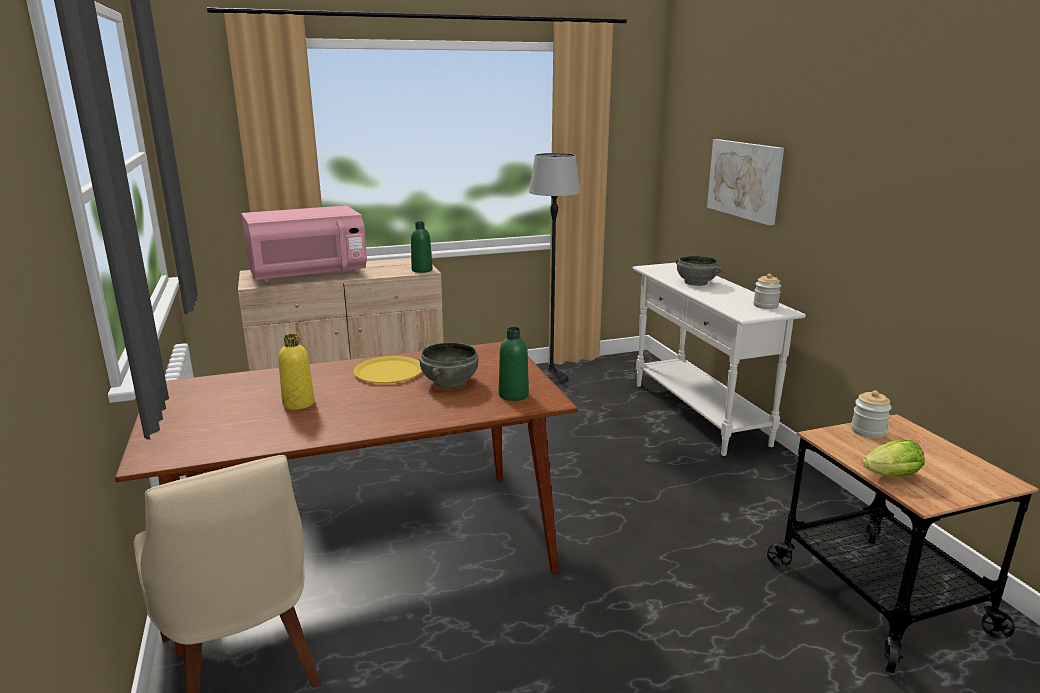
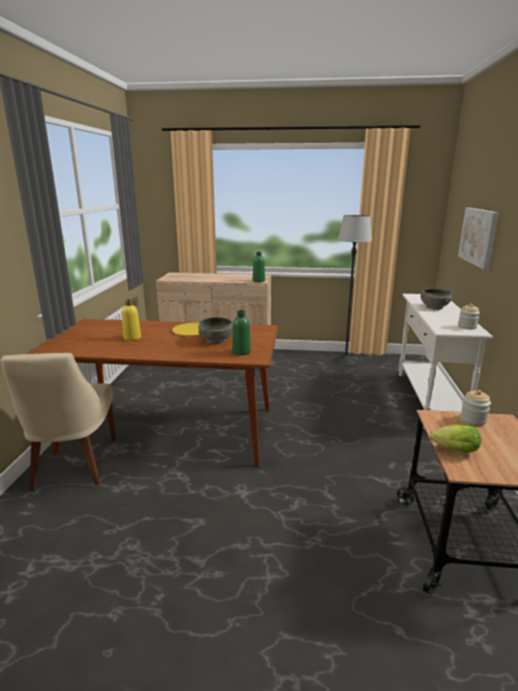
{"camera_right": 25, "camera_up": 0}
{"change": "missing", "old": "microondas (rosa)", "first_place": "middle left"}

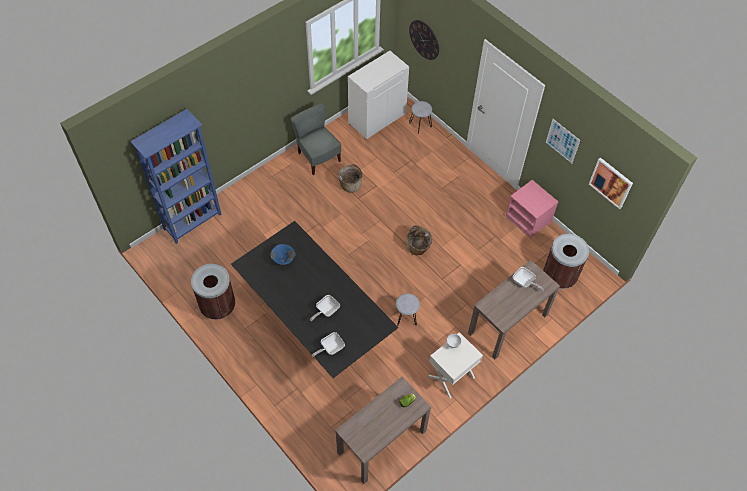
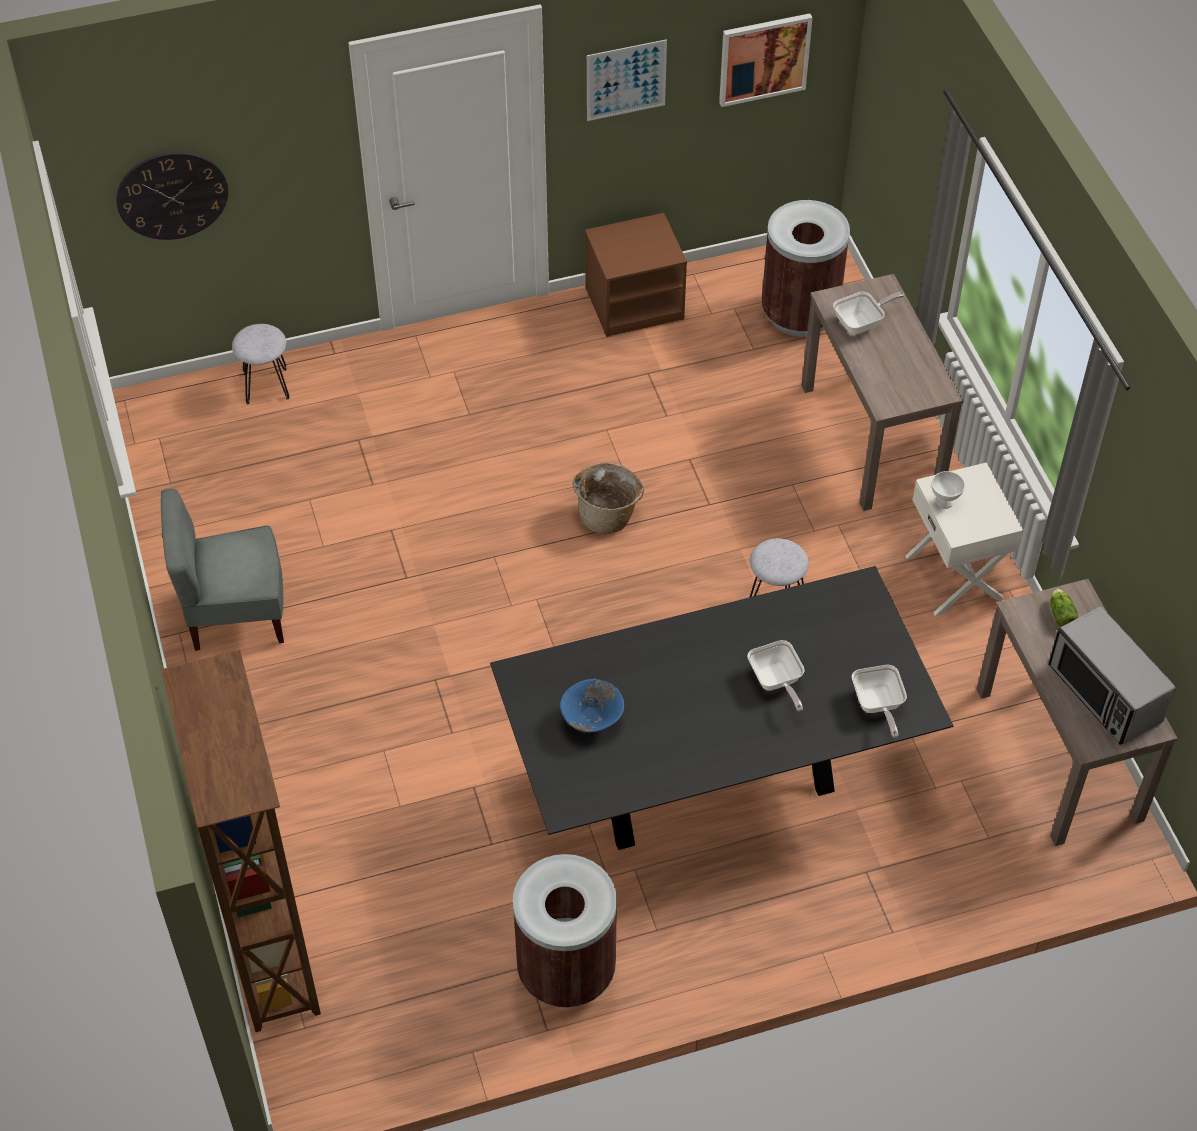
{"camera_right": -65, "camera_up": -5}
{"change": "colour", "old": "estantería (azul)", "new": "estantería (marrón)", "first_place": "middle left", "second_place": "bottom left"}
{"change": "missing", "old": "cesta (no. 1 from left)", "first_place": "centre"}
{"change": "missing", "old": "armario (blanco)", "first_place": "top centre"}
{"change": "colour", "old": "mesita de noche (rosa)", "new": "mesita de noche (marrón)", "first_place": "middle right", "second_place": "top centre"}
{"change": "appeared", "new": "microondas", "second_place": "middle right"}

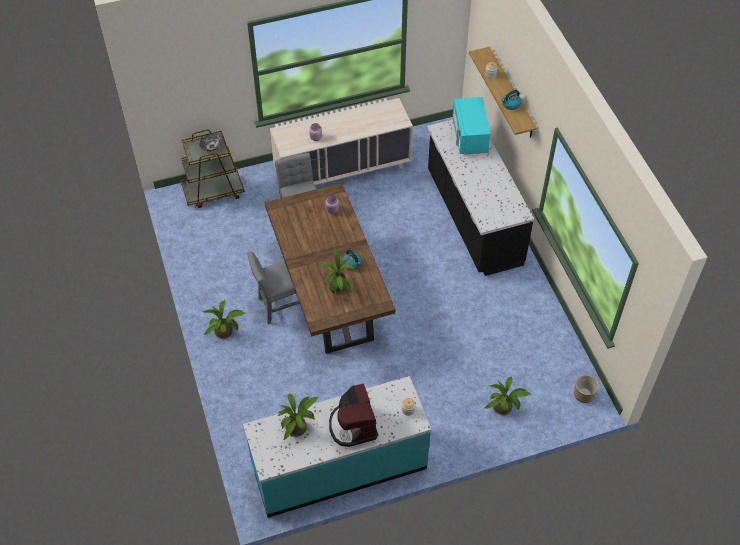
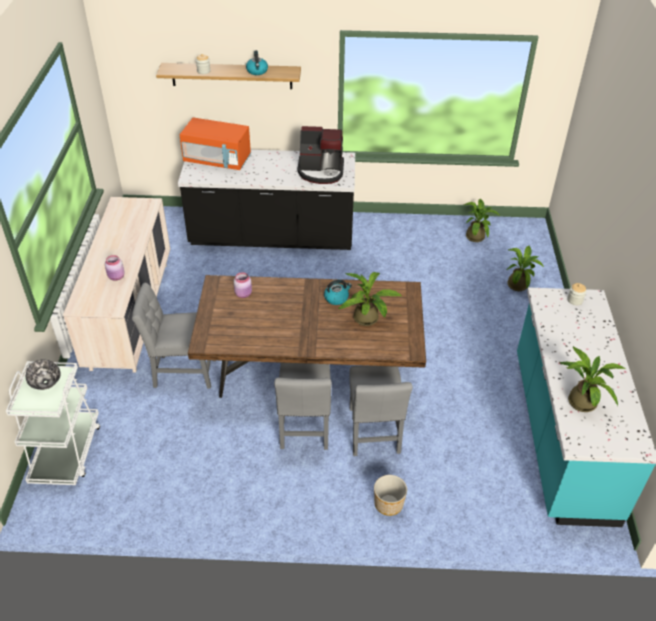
{"camera_right": -70, "camera_up": -10}
{"change": "colour", "old": "carrito (marrón)", "new": "carrito (blanco)", "first_place": "top left", "second_place": "bottom left"}
{"change": "relocated", "old": "planta en maceta (no. 1 from left in the first image)", "new": "planta en maceta (no. 2 from left)", "first_place": "middle left", "second_place": "middle right"}
{"change": "relocated", "old": "cafetera", "first_place": "bottom centre", "second_place": "top centre"}
{"change": "colour", "old": "microondas (turquesa)", "new": "microondas (naranja)", "first_place": "top centre", "second_place": "top left"}
{"change": "relocated", "old": "maceta", "first_place": "bottom right", "second_place": "bottom centre"}
{"change": "appeared", "new": "silla (gris) (no. 3 from left)", "second_place": "centre"}

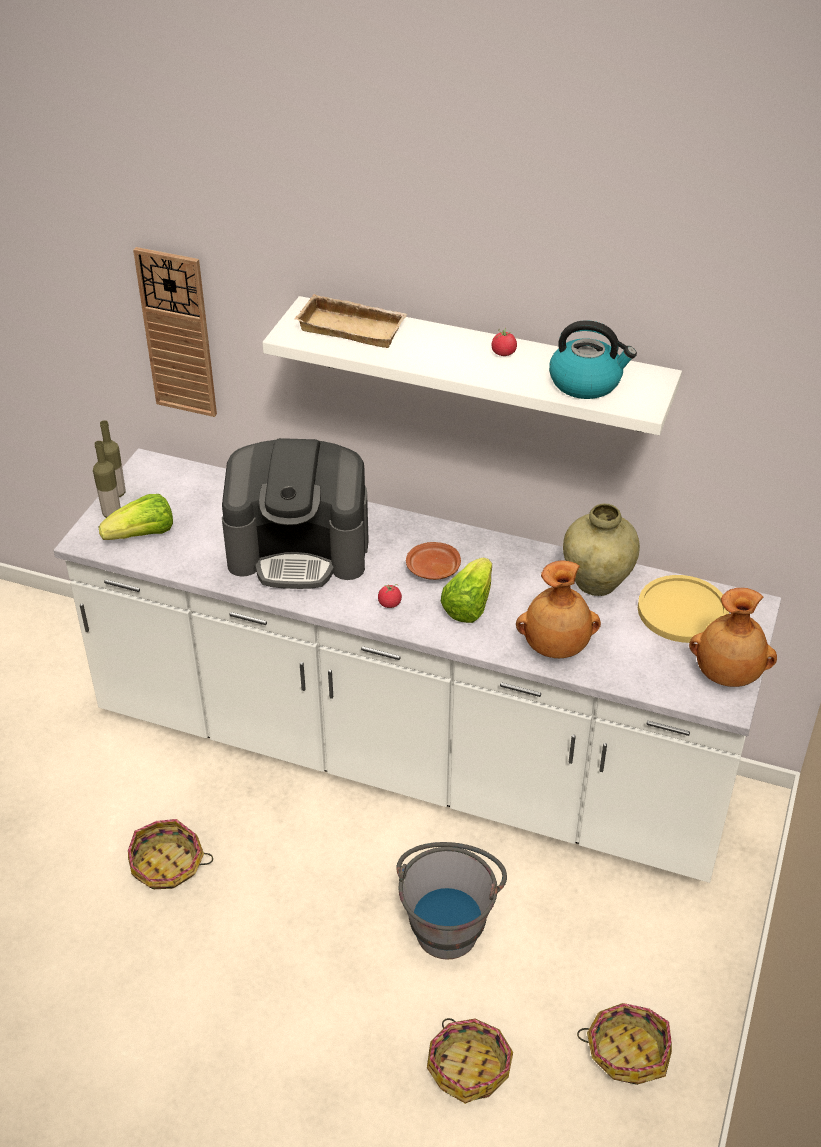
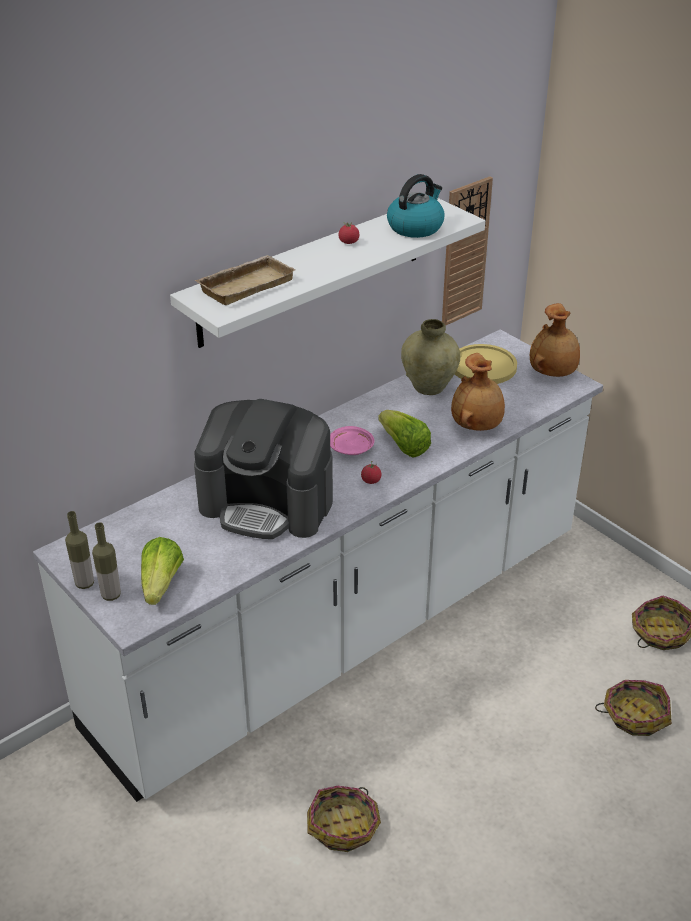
{"camera_right": -60, "camera_up": -5}
{"change": "relocated", "old": "reloj de pared", "first_place": "top left", "second_place": "top right"}
{"change": "spun", "old": "cafetera", "first_place": "centre", "second_place": "centre", "degrees": 75}
{"change": "missing", "old": "cubo (gris)", "first_place": "bottom centre"}
{"change": "colour", "old": "plato (marrón)", "new": "plato (rosa)", "first_place": "centre", "second_place": "centre"}

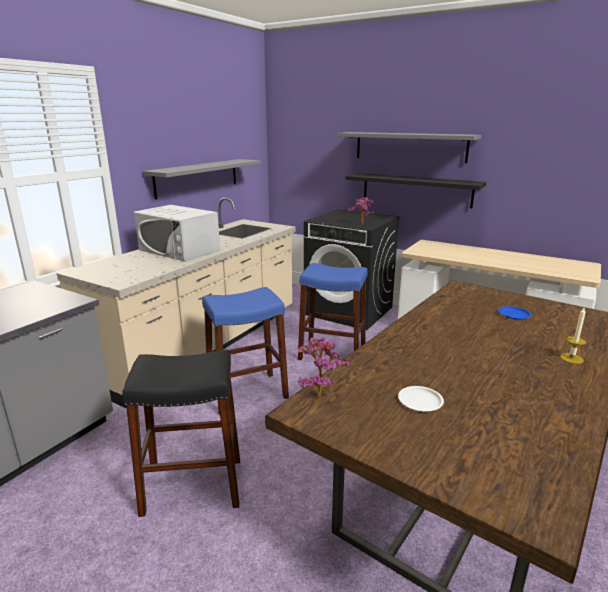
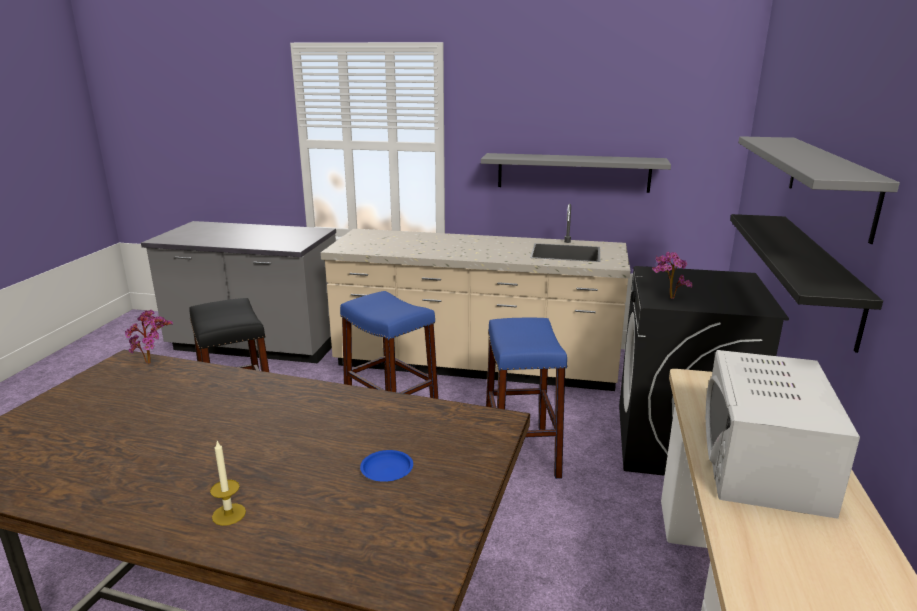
{"camera_right": 70, "camera_up": 0}
{"change": "relocated", "old": "microondas (blanco)", "first_place": "middle left", "second_place": "bottom right"}
{"change": "missing", "old": "plato (blanco)", "first_place": "bottom right"}

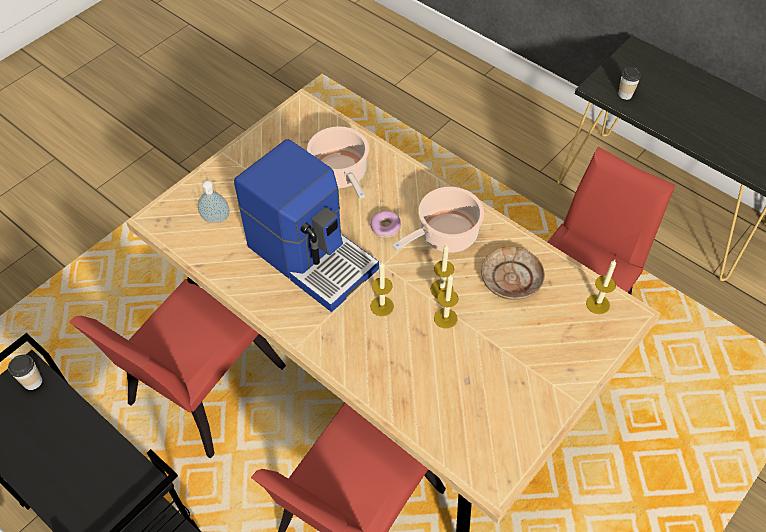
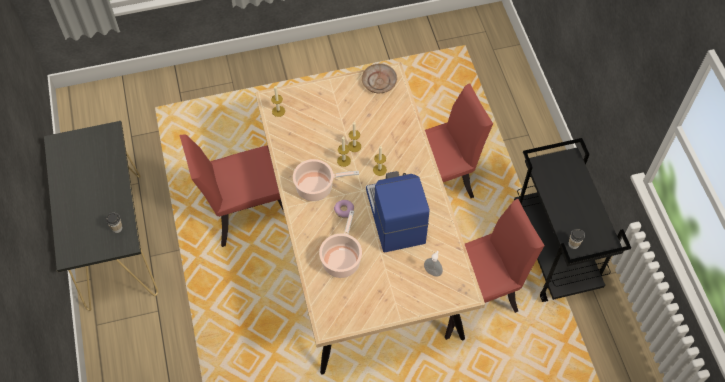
{"camera_right": -145, "camera_up": 5}
{"change": "relocated", "old": "plato (beis)", "first_place": "middle right", "second_place": "top centre"}

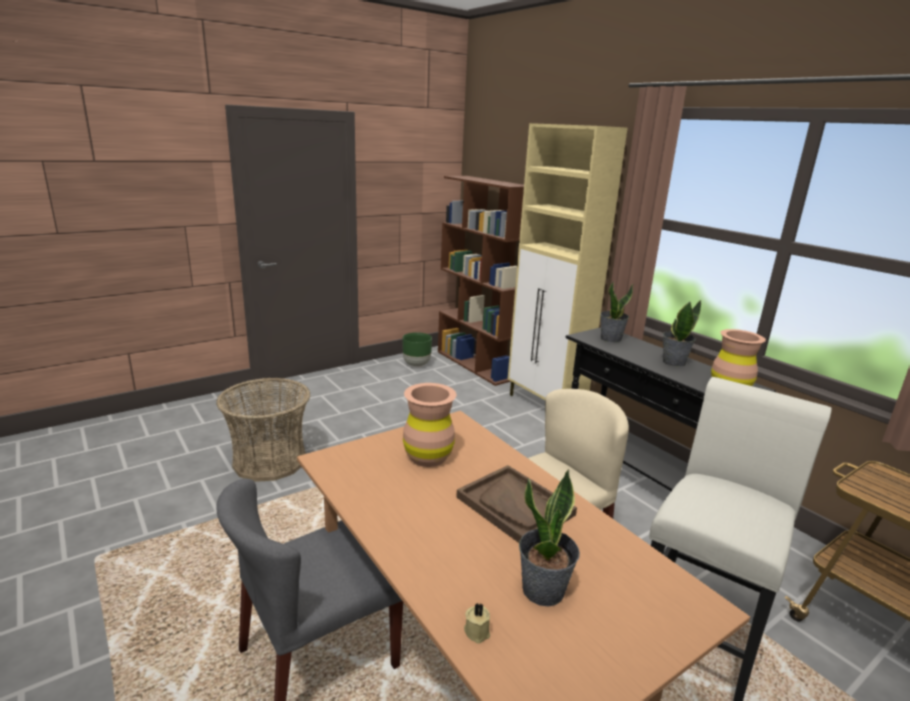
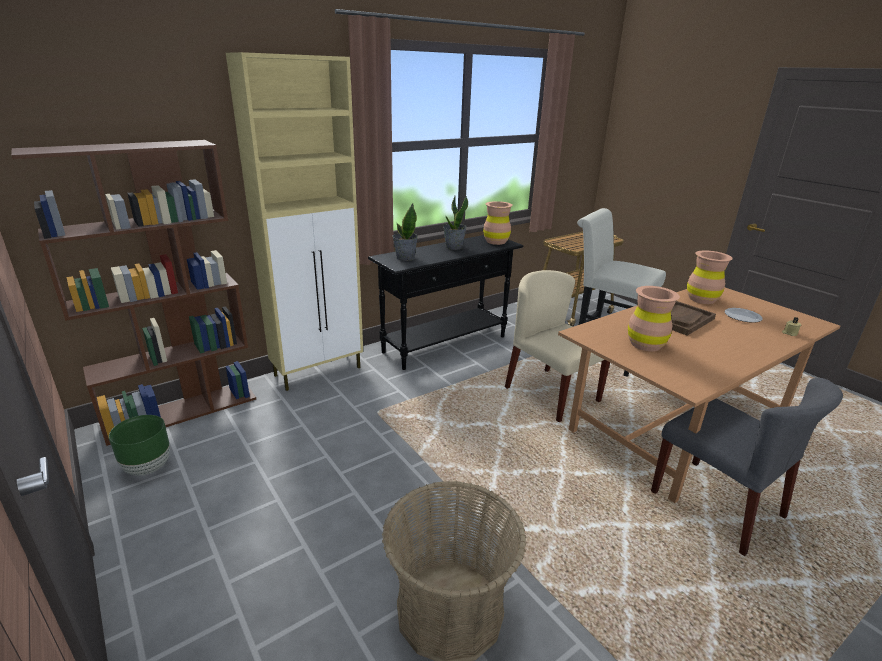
{"camera_right": -90, "camera_up": 5}
{"change": "exchanged", "old": "planta en maceta (no. 1 from left)", "new": "plato", "first_place": "bottom centre", "second_place": "middle right"}
{"change": "appeared", "new": "florero (marrón) (no. 3 from left)", "second_place": "middle right"}

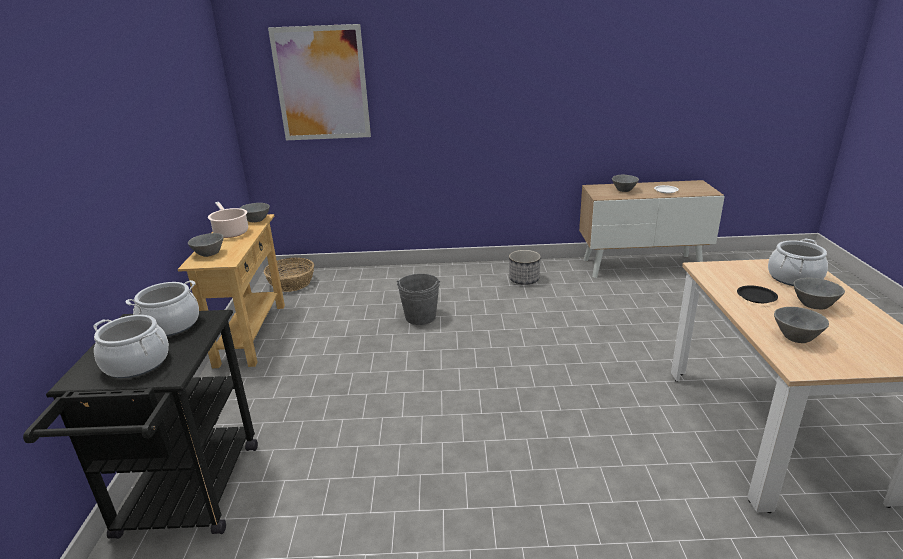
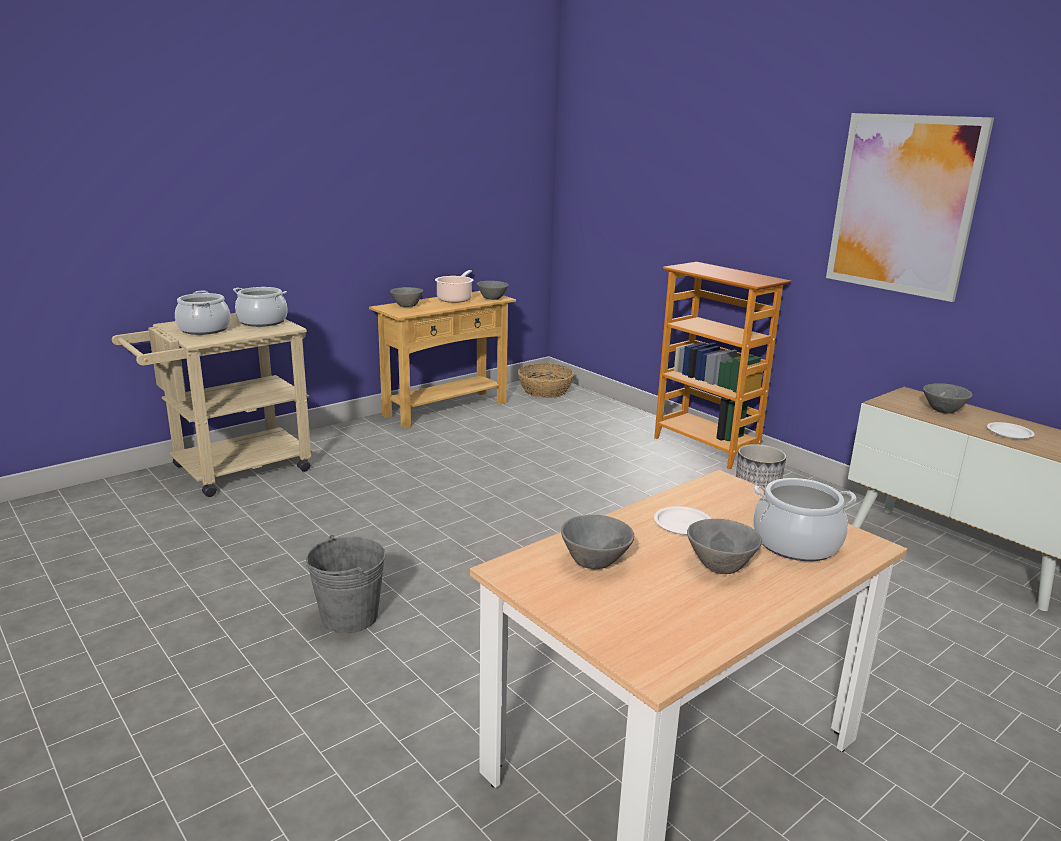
{"camera_right": 50, "camera_up": -5}
{"change": "colour", "old": "carrito (negro)", "new": "carrito (beis)", "first_place": "bottom left", "second_place": "middle left"}
{"change": "relocated", "old": "cuadro", "first_place": "top centre", "second_place": "top right"}
{"change": "relocated", "old": "cubo (gris)", "first_place": "centre", "second_place": "bottom left"}
{"change": "colour", "old": "plato (negro)", "new": "plato (blanco) (no. 1 from left)", "first_place": "middle right", "second_place": "centre"}
{"change": "appeared", "new": "estantería", "second_place": "middle right"}

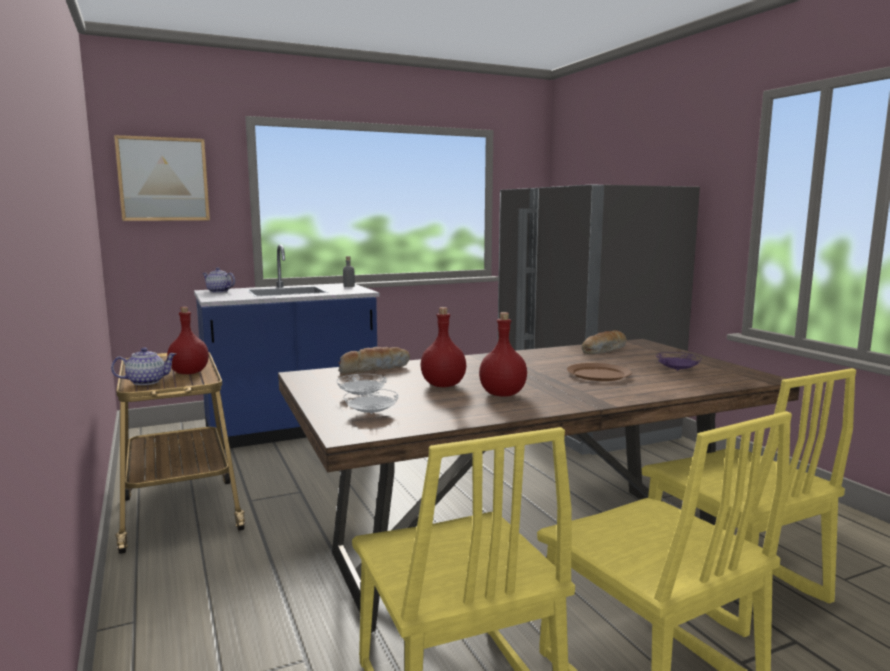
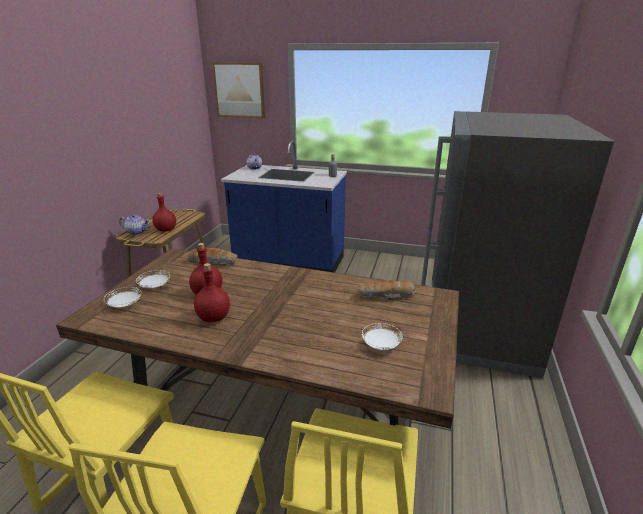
{"camera_right": 40, "camera_up": 15}
{"change": "missing", "old": "plato (marrón)", "first_place": "middle right"}
{"change": "colour", "old": "plato (morado)", "new": "plato (blanco) (no. 3 from left)", "first_place": "middle right", "second_place": "centre"}

